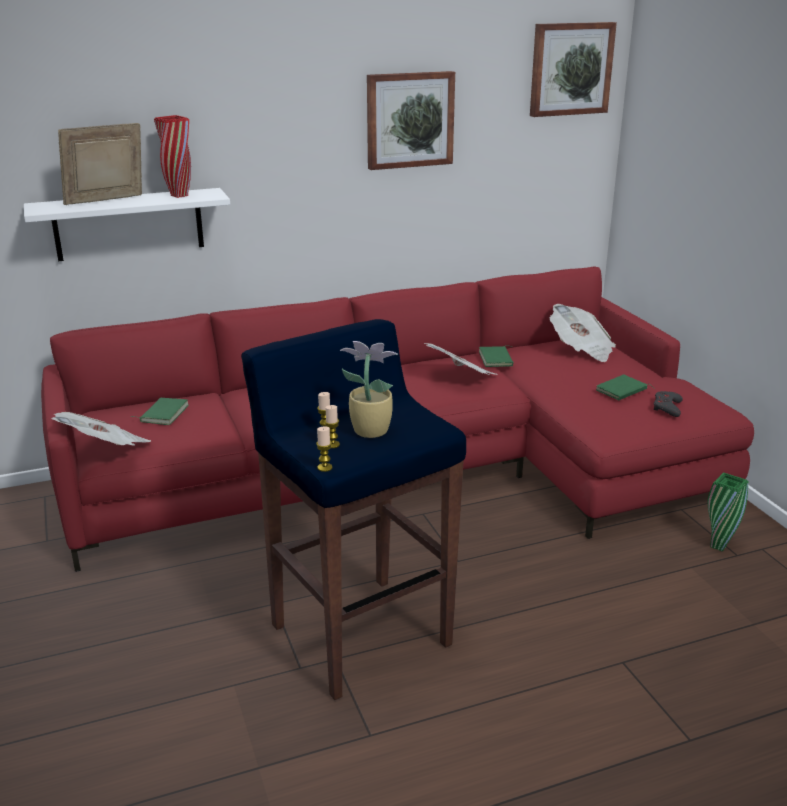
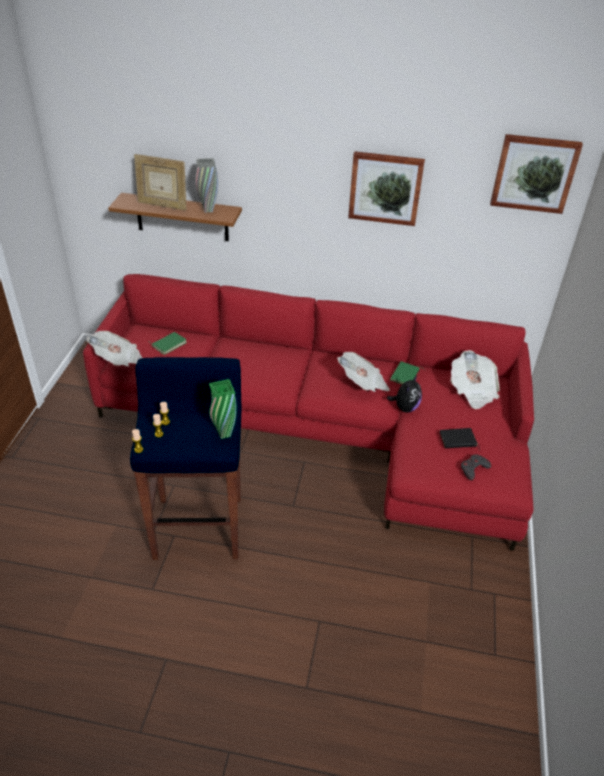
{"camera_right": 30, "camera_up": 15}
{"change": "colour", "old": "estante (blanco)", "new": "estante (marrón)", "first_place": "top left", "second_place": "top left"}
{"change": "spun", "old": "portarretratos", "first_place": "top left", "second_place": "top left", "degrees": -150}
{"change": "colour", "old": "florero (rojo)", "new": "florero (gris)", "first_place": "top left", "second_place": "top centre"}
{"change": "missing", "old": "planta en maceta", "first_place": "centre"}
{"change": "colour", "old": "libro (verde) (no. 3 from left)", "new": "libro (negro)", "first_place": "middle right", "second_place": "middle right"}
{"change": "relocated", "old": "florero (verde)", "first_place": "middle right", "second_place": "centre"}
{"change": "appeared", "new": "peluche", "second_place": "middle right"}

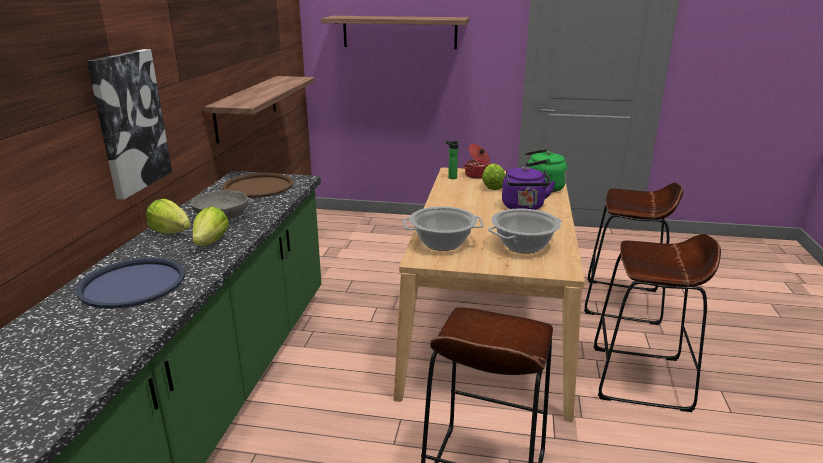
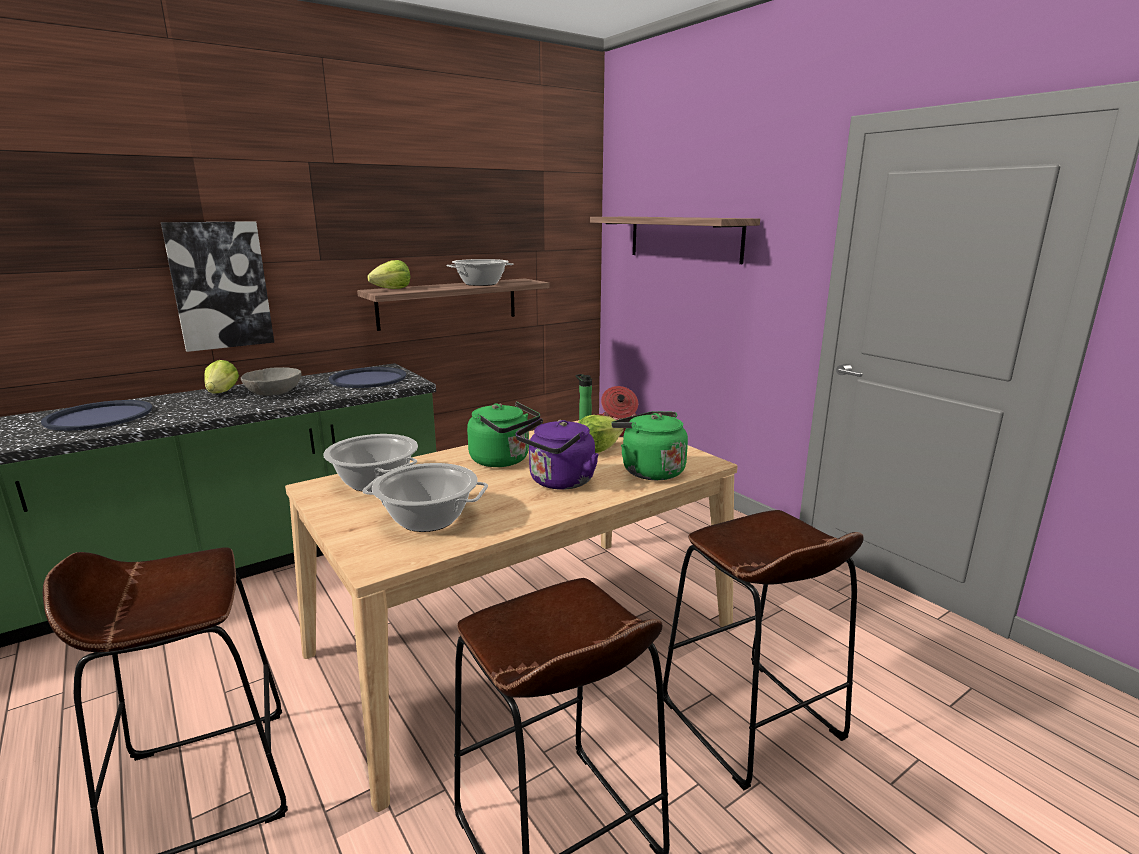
{"camera_right": 45, "camera_up": -5}
{"change": "relocated", "old": "lechuga (no. 2 from left)", "first_place": "middle left", "second_place": "top centre"}
{"change": "colour", "old": "bandeja (marrón)", "new": "bandeja (azul) (no. 2 from left)", "first_place": "middle left", "second_place": "middle left"}
{"change": "appeared", "new": "olla (no. 3 from left)", "second_place": "top centre"}
{"change": "appeared", "new": "hervidor (verde) (no. 1 from left)", "second_place": "centre"}

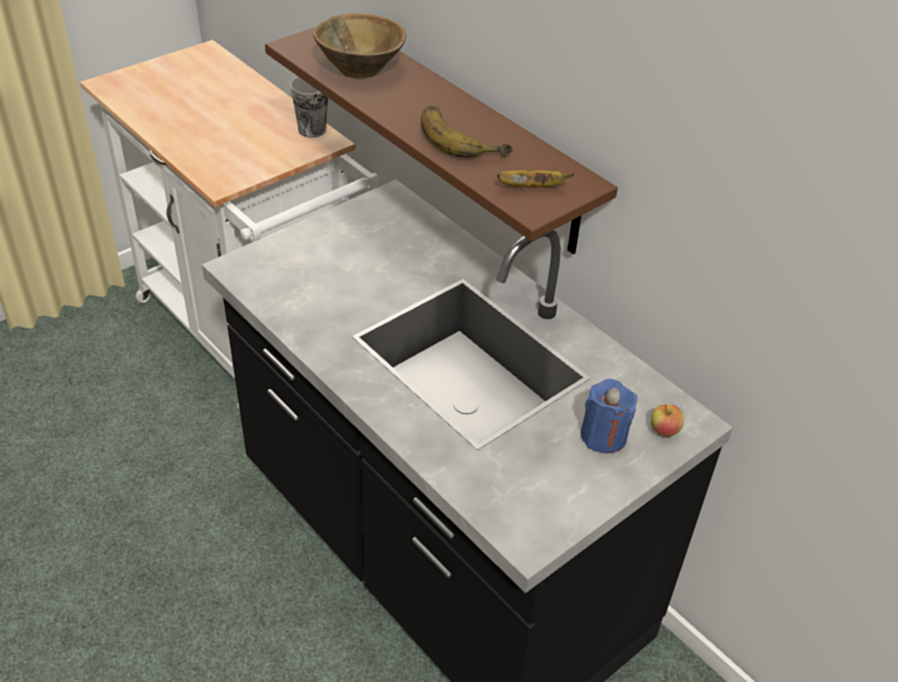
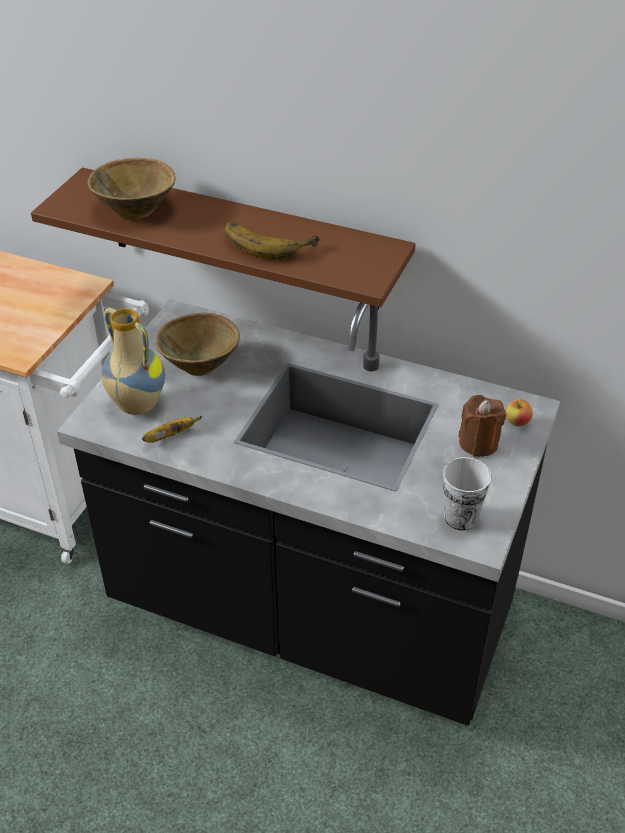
{"camera_right": -25, "camera_up": 0}
{"change": "relocated", "old": "taza", "first_place": "top centre", "second_place": "middle right"}
{"change": "relocated", "old": "plátano (no. 2 from left in the first image)", "new": "plátano (no. 1 from left)", "first_place": "top centre", "second_place": "middle left"}
{"change": "colour", "old": "vela (azul)", "new": "vela (marrón)", "first_place": "middle right", "second_place": "middle right"}
{"change": "appeared", "new": "florero", "second_place": "middle left"}
{"change": "appeared", "new": "cuenco (marrón) (no. 2 from left)", "second_place": "middle left"}

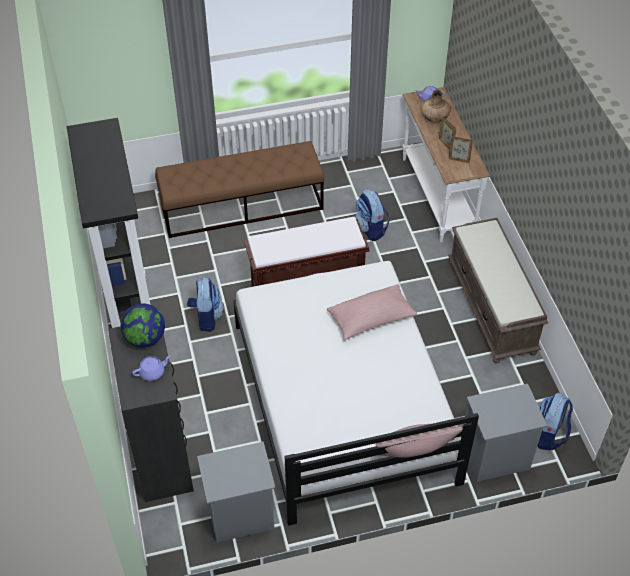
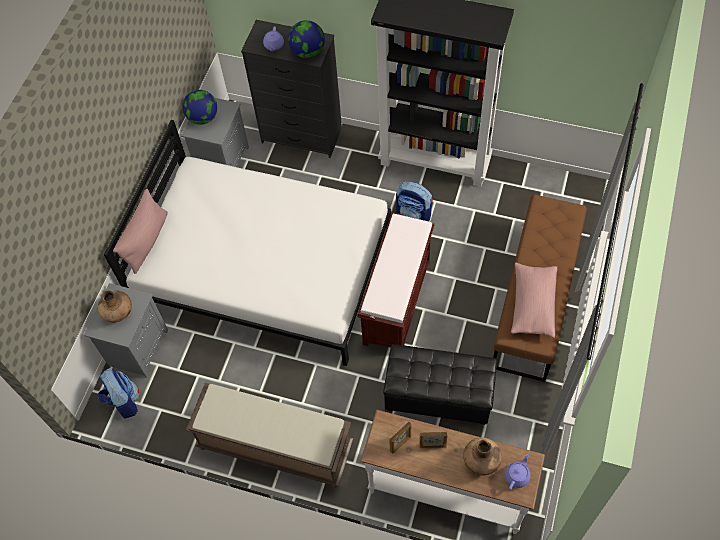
{"camera_right": 125, "camera_up": 10}
{"change": "relocated", "old": "cojín (rosa) (no. 1 from left in the first image)", "new": "cojín (rosa) (no. 2 from left)", "first_place": "centre", "second_place": "middle right"}
{"change": "exchanged", "old": "mochila (no. 2 from left)", "new": "puf (negro)", "first_place": "centre", "second_place": "bottom centre"}
{"change": "appeared", "new": "florero (marrón) (no. 1 from left)", "second_place": "middle left"}
{"change": "appeared", "new": "globo terráqueo (no. 1 from left)", "second_place": "top left"}

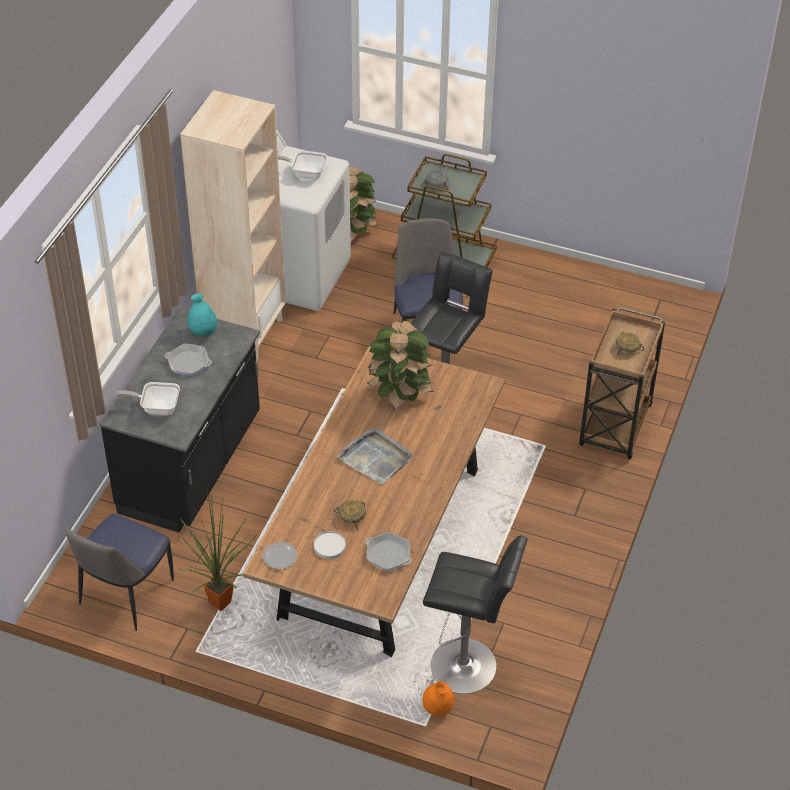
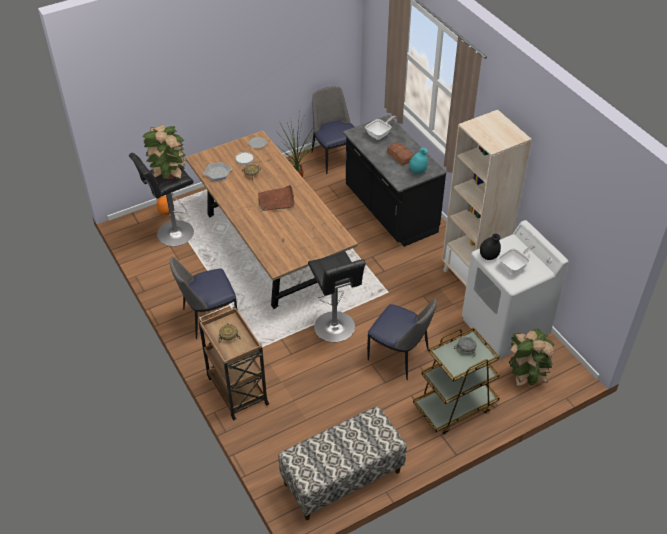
{"camera_right": 130, "camera_up": 0}
{"change": "exchanged", "old": "sartén (no. 2 from left)", "new": "pan", "first_place": "middle left", "second_place": "top centre"}
{"change": "colour", "old": "bandeja (gris)", "new": "bandeja (marrón)", "first_place": "centre", "second_place": "centre"}
{"change": "relocated", "old": "planta en maceta (no. 3 from left in the first image)", "new": "planta en maceta (no. 1 from left)", "first_place": "centre", "second_place": "top left"}
{"change": "appeared", "new": "silla (no. 1 from left)", "second_place": "middle left"}
{"change": "appeared", "new": "banco", "second_place": "bottom centre"}
{"change": "appeared", "new": "florero (negro)", "second_place": "middle right"}

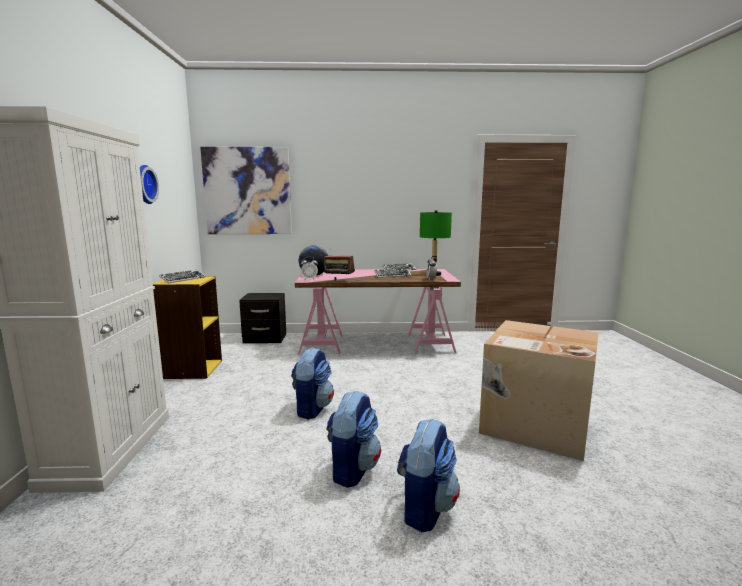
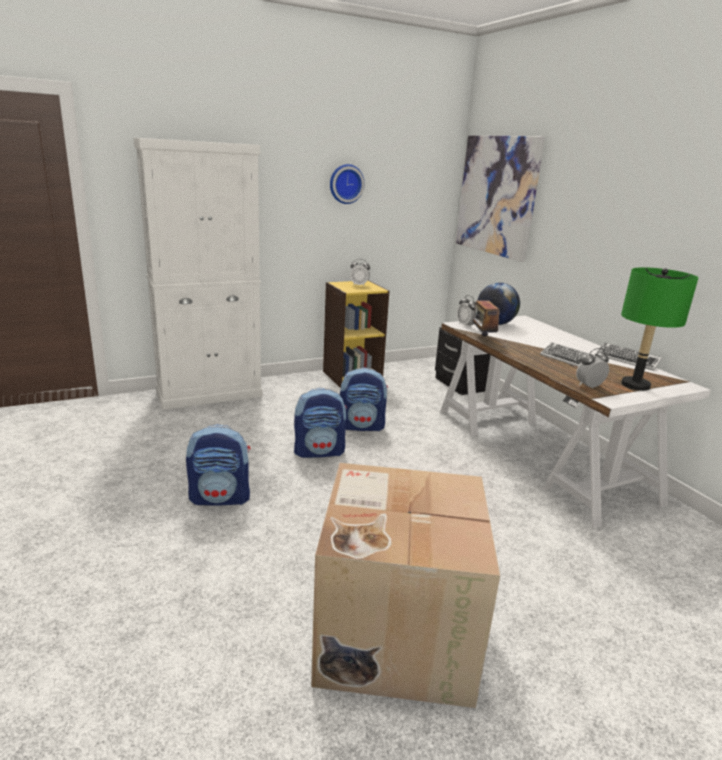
{"camera_right": 65, "camera_up": 10}
{"change": "exchanged", "old": "teclado (no. 1 from left)", "new": "despertador (no. 1 from left)", "first_place": "middle left", "second_place": "centre"}
{"change": "colour", "old": "escritorio (rosa)", "new": "escritorio (blanco)", "first_place": "centre", "second_place": "middle right"}
{"change": "relocated", "old": "mochila (no. 3 from left)", "first_place": "bottom centre", "second_place": "centre"}

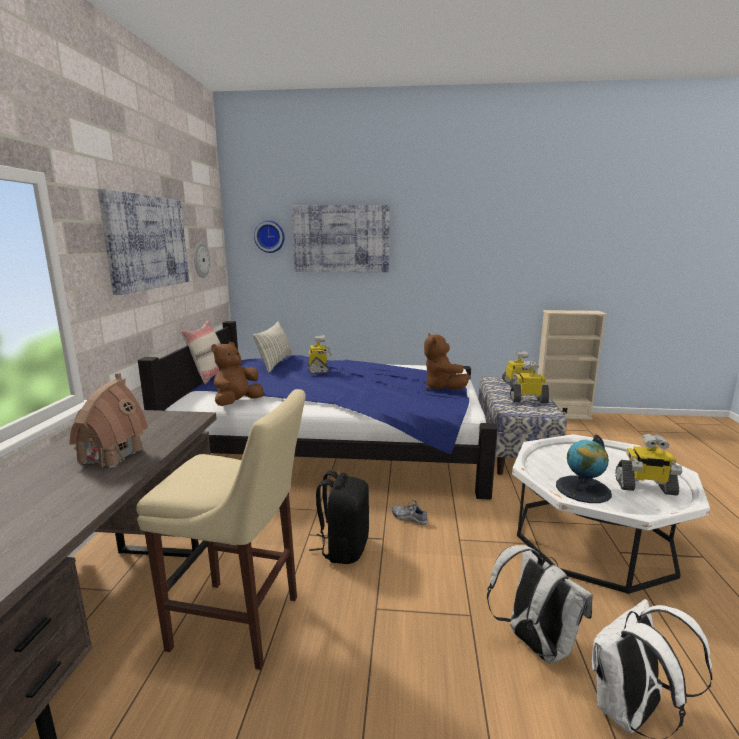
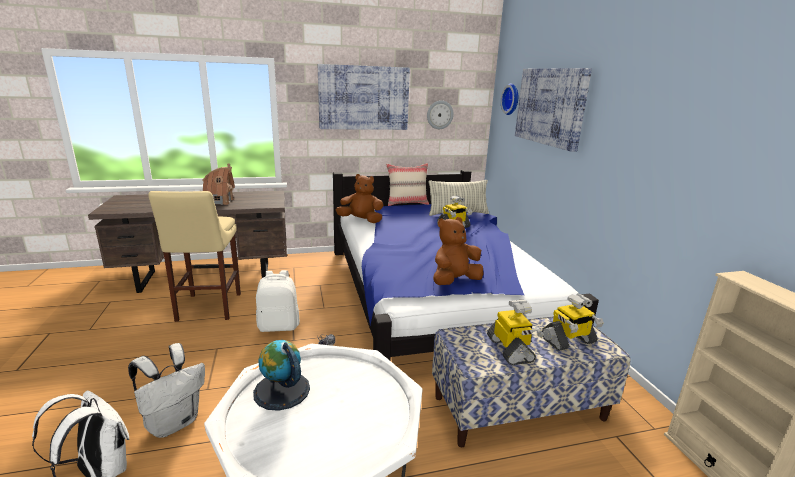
{"camera_right": 70, "camera_up": 5}
{"change": "colour", "old": "mochila (negro)", "new": "mochila (blanco) (no. 3 from left)", "first_place": "bottom centre", "second_place": "centre"}
{"change": "missing", "old": "robot de juguete (no. 4 from left)", "first_place": "middle right"}

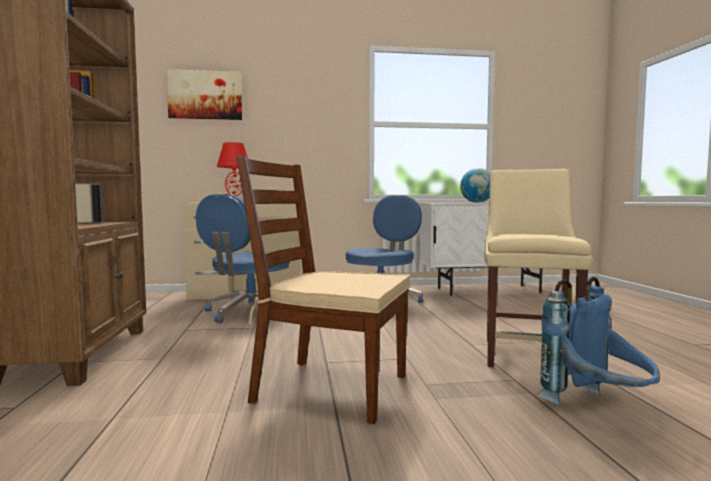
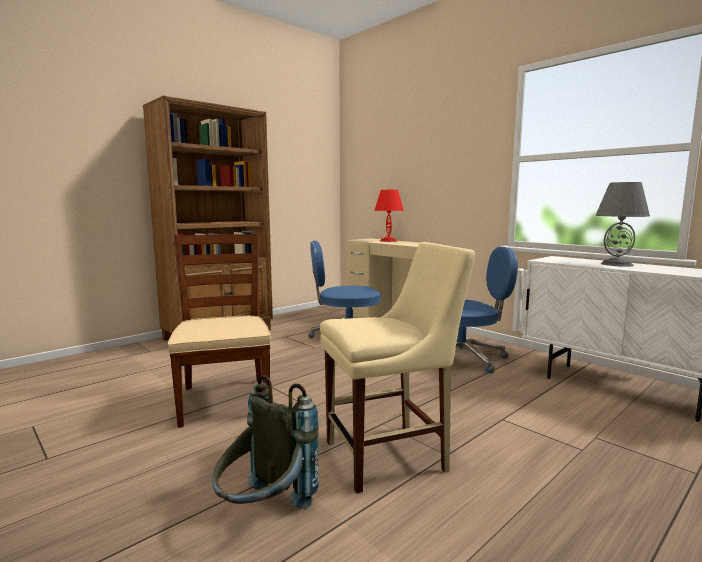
{"camera_right": 55, "camera_up": 5}
{"change": "missing", "old": "cuadro", "first_place": "top left"}
{"change": "exchanged", "old": "globo terráqueo", "new": "lámpara de mesa (gris)", "first_place": "middle right", "second_place": "middle right"}
{"change": "colour", "old": "mochila (azul)", "new": "mochila (gris)", "first_place": "bottom right", "second_place": "bottom centre"}

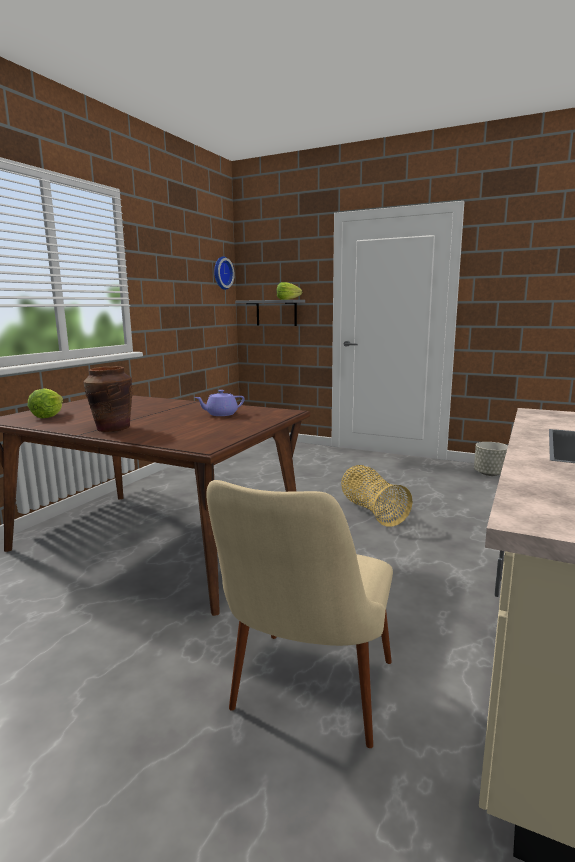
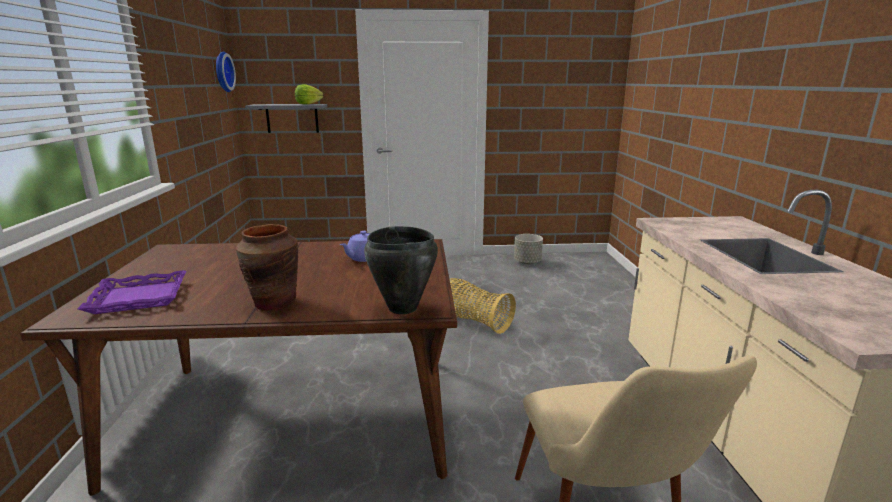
{"camera_right": -30, "camera_up": 5}
{"change": "exchanged", "old": "lechuga (no. 1 from left)", "new": "bandeja (morado)", "first_place": "middle left", "second_place": "middle left"}
{"change": "appeared", "new": "olla (negro)", "second_place": "centre"}

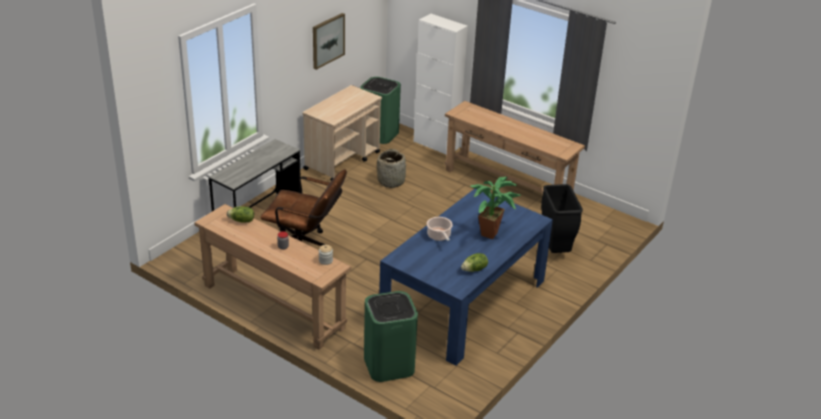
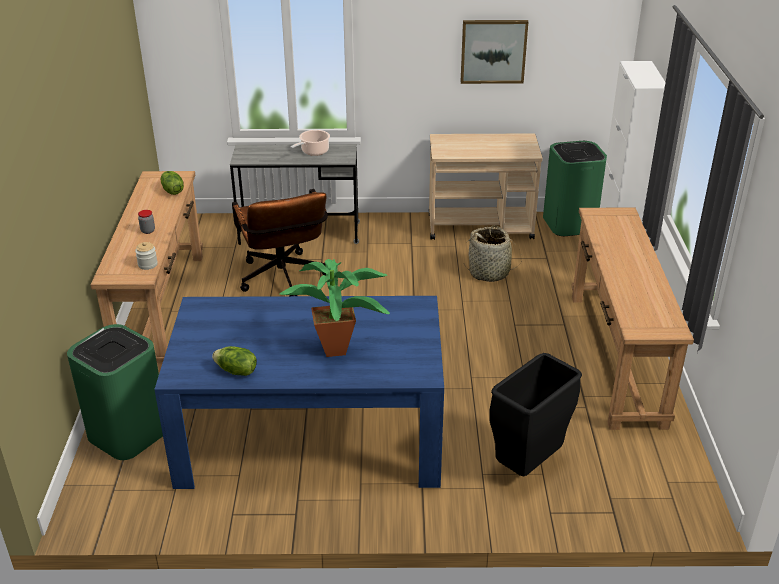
{"camera_right": 55, "camera_up": 0}
{"change": "relocated", "old": "olla", "first_place": "centre", "second_place": "top centre"}

